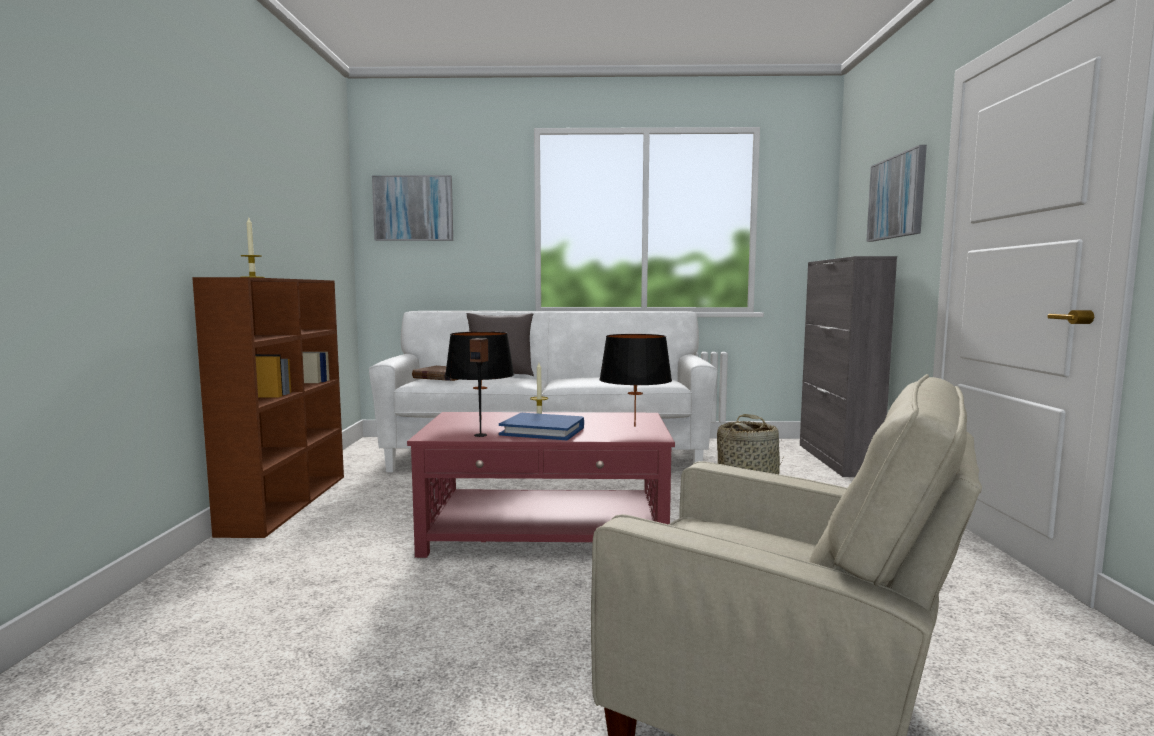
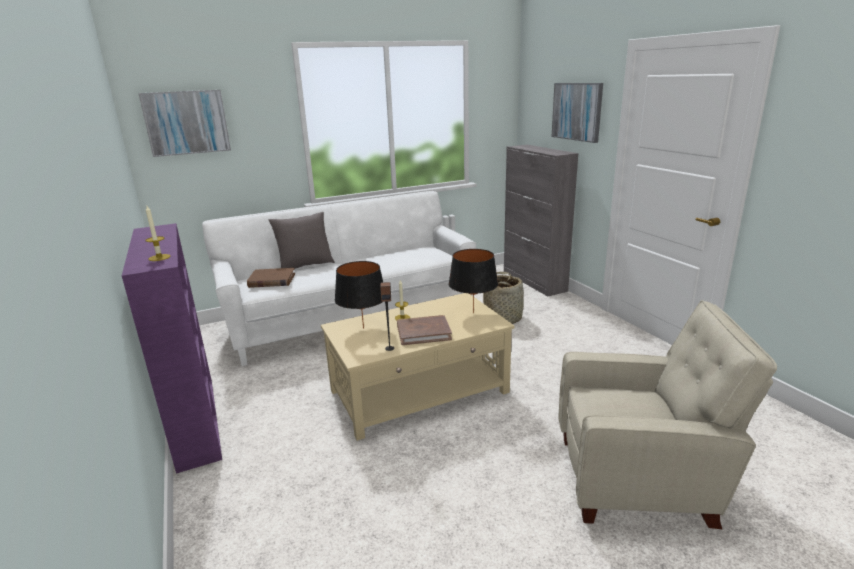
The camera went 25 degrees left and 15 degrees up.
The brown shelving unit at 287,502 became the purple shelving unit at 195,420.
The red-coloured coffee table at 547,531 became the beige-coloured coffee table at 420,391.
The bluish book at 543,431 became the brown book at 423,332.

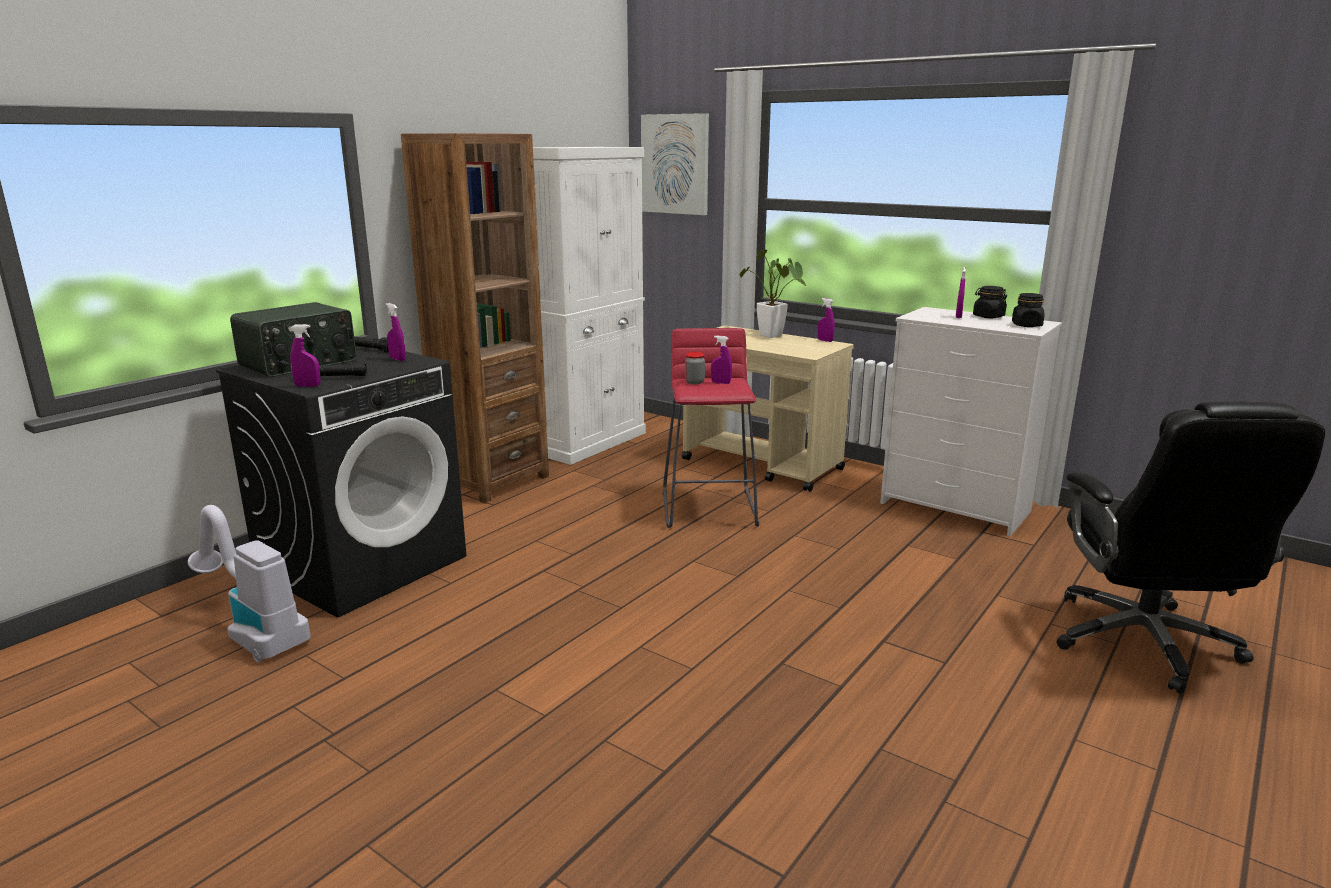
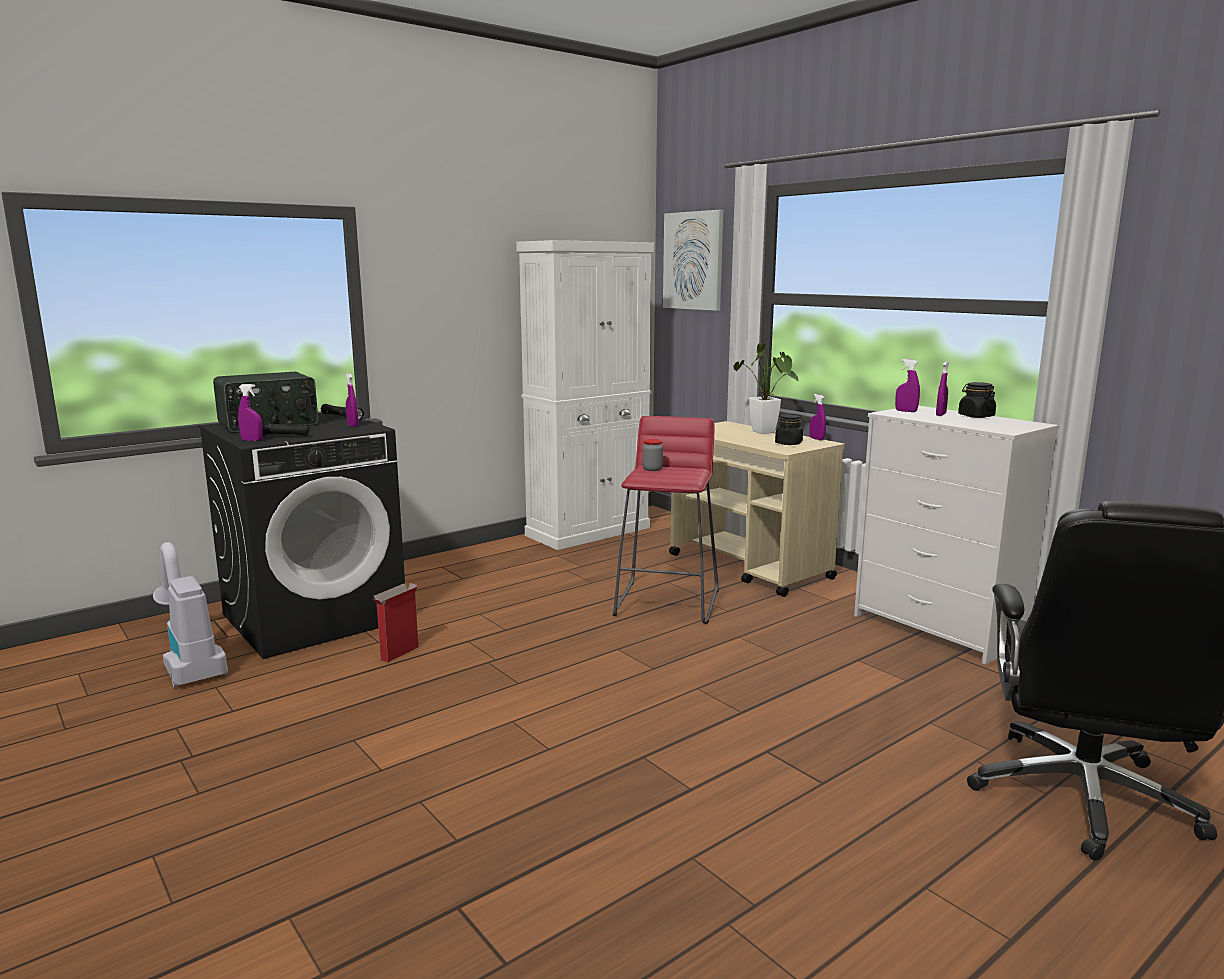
The camera went 15 degrees right and 5 degrees down.
The carton at 399,654 appeared.
The blackish storage jar moved from 1027,325 to 788,443.
The purple sprayer moved from 721,383 to 906,411.
The brown shelving unit at 492,481 disappeared.

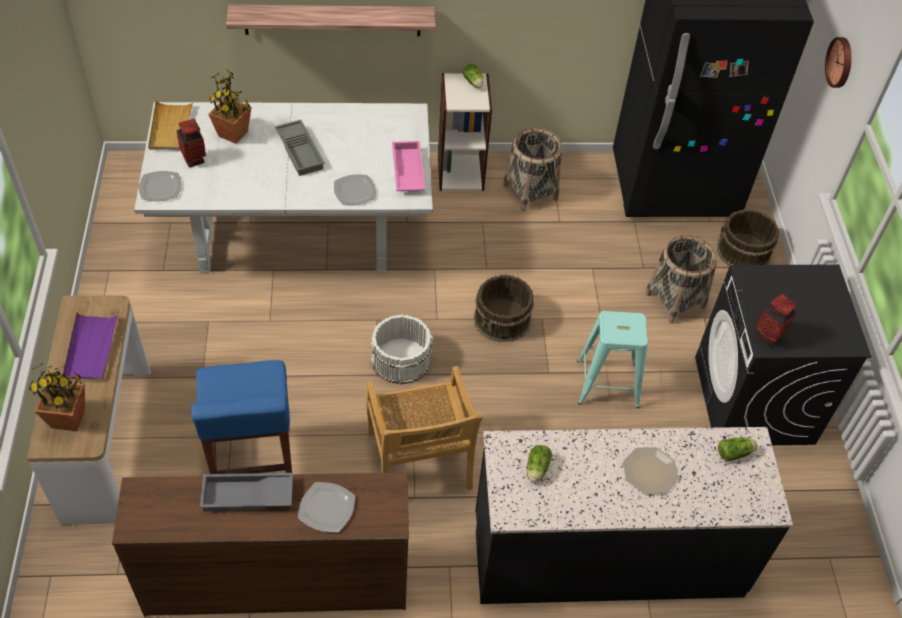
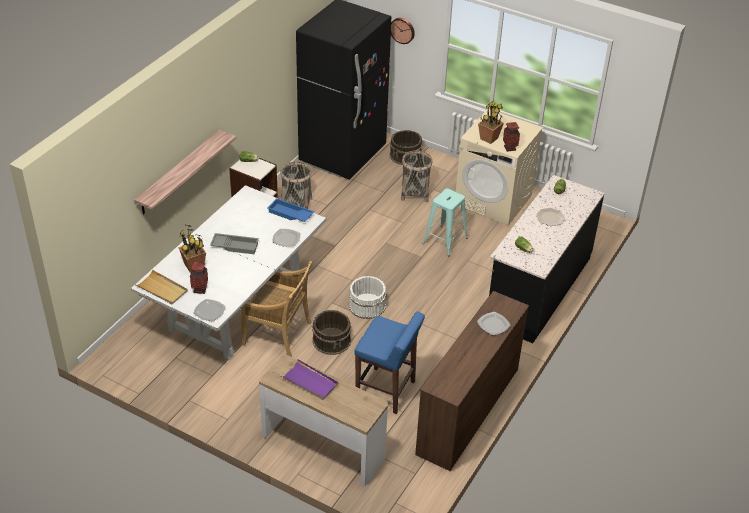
The camera went 55 degrees left and 10 degrees down.
The beige-coloured upright chair moved from 419,463 to 278,334.
The pink-coloured carrying tray at 407,171 became the bluish carrying tray at 290,214.
The brown bucket moved from 502,319 to 332,340.
The blackish washing machine at 754,400 became the beige-coloured washing machine at 493,200.
The potted plant moved from 68,418 to 488,138.
The grey carrying tray at 247,497 disappeared.

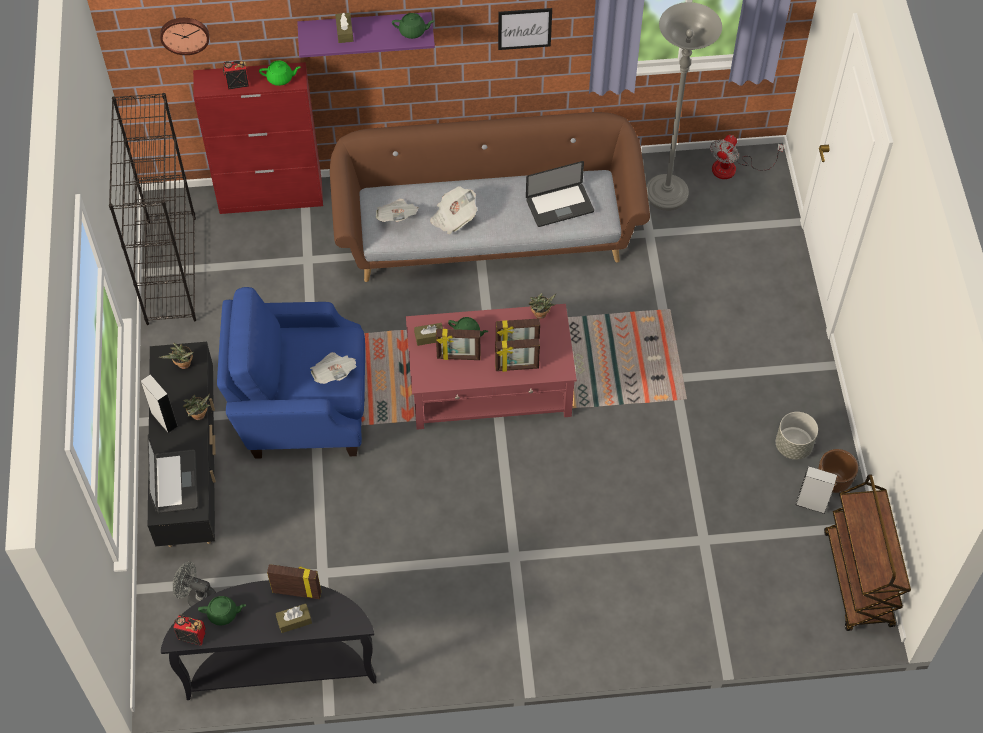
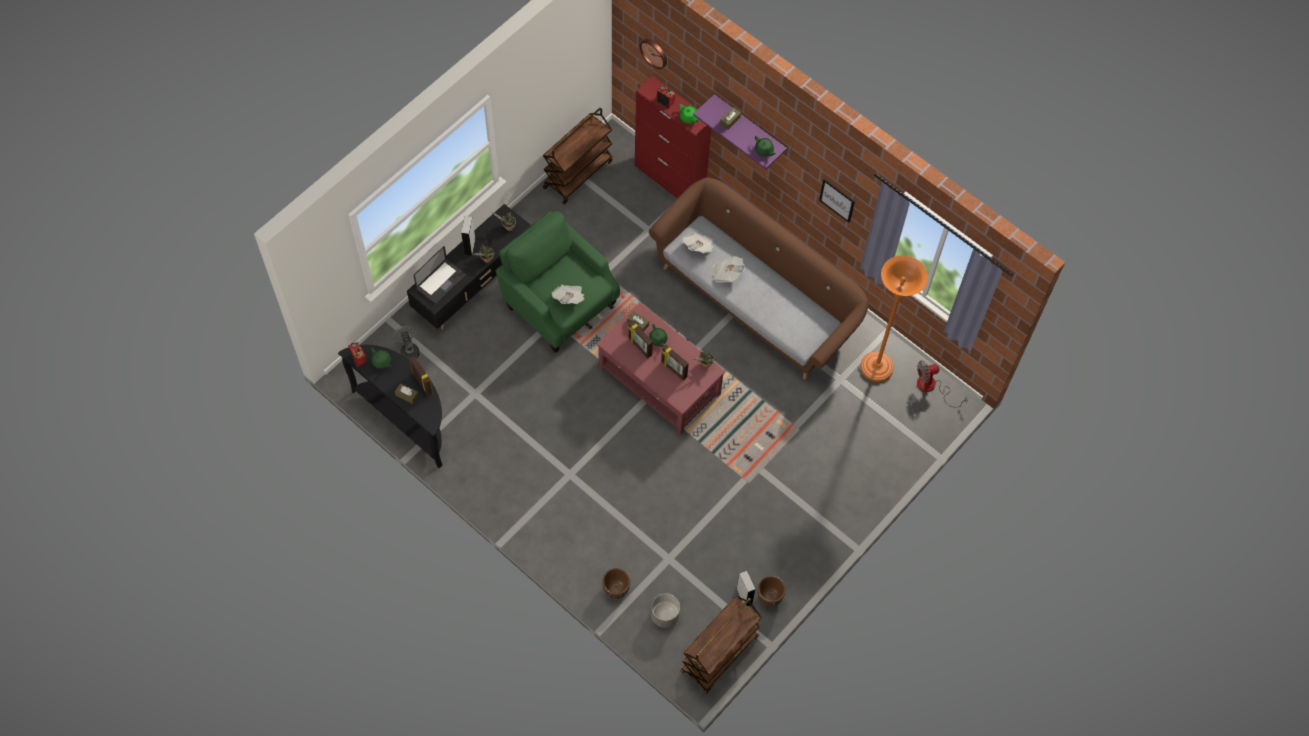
The camera went 45 degrees right and 5 degrees up.
The bluish easy chair at 302,406 became the green-coloured easy chair at 559,303.
The blackish shelving unit at 170,269 was replaced by the brown cart at 578,173.
The brown planter at 616,590 appeared.
The grey planter moved from 793,446 to 665,615.
The grey standing lamp at 666,194 became the orangey standing lamp at 876,367.
The photo frame at 517,367 disappeared.
The laptop at 559,206 disappeared.

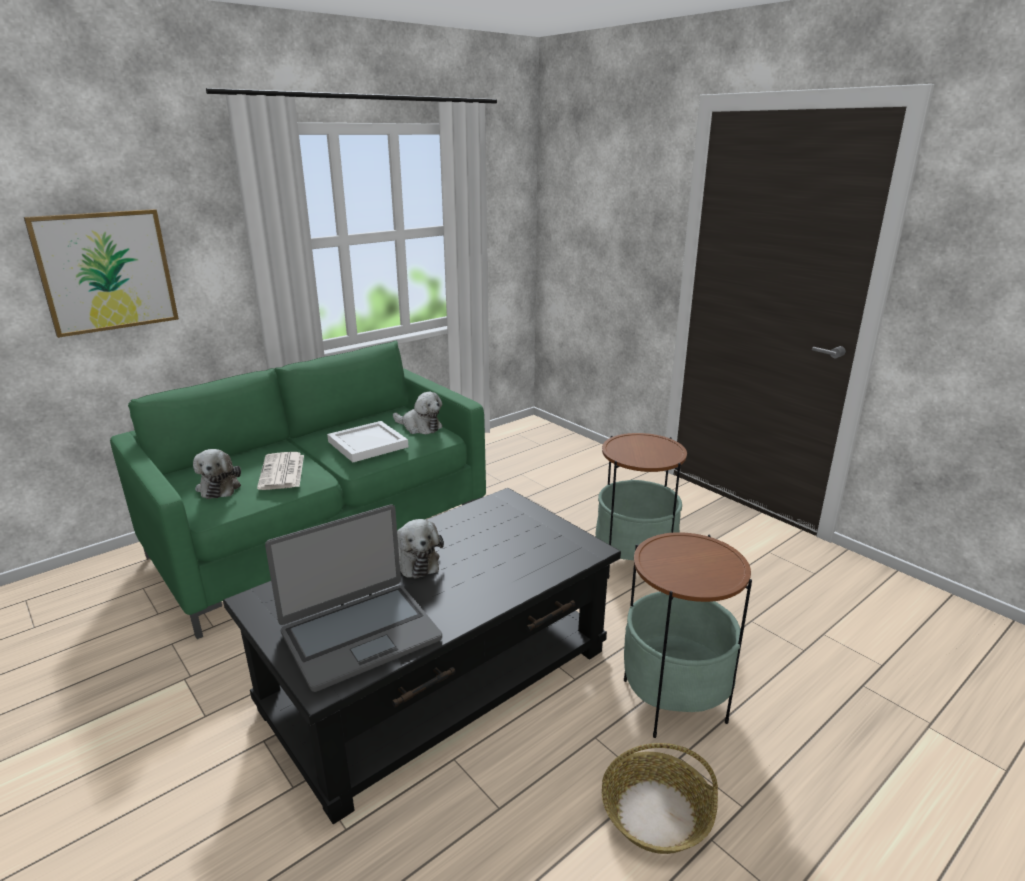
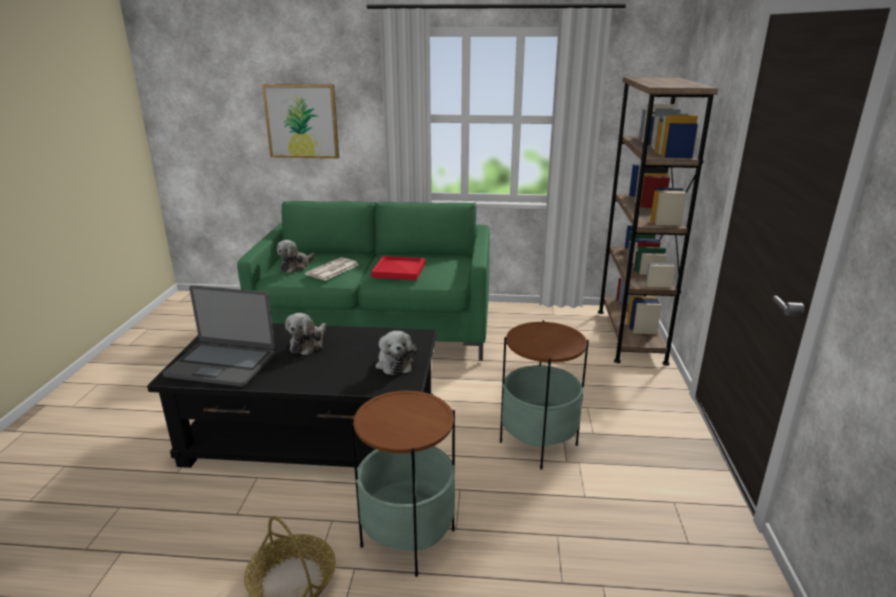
The camera went 45 degrees right and 0 degrees up.
The white-coloured carrying tray at 367,445 became the red-coloured carrying tray at 398,270.
The plush toy moved from 419,427 to 394,363.
The brown shelving unit at 630,336 appeared.

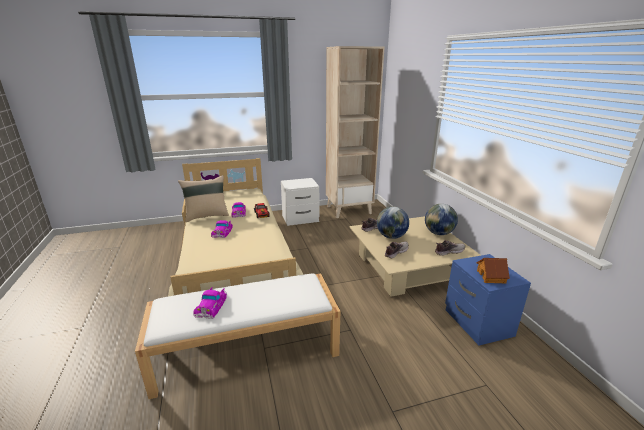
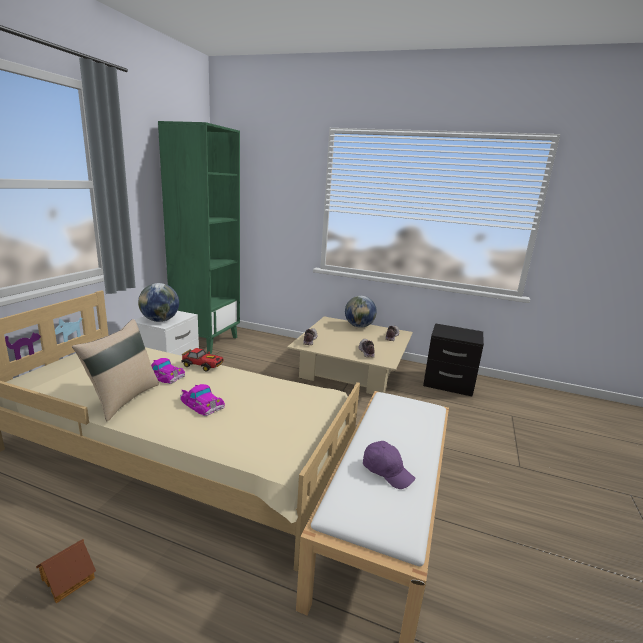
The camera went 55 degrees left and 5 degrees down.
The miniature house moved from 491,276 to 68,578.
The globe moved from 391,237 to 160,320.
The beige-coloured shelving unit at 349,210 became the green-coloured shelving unit at 207,341.
The model car at 211,305 was replaced by the purple cap at 387,471.
The bluish bedside table at 477,323 became the blackish bedside table at 448,384.

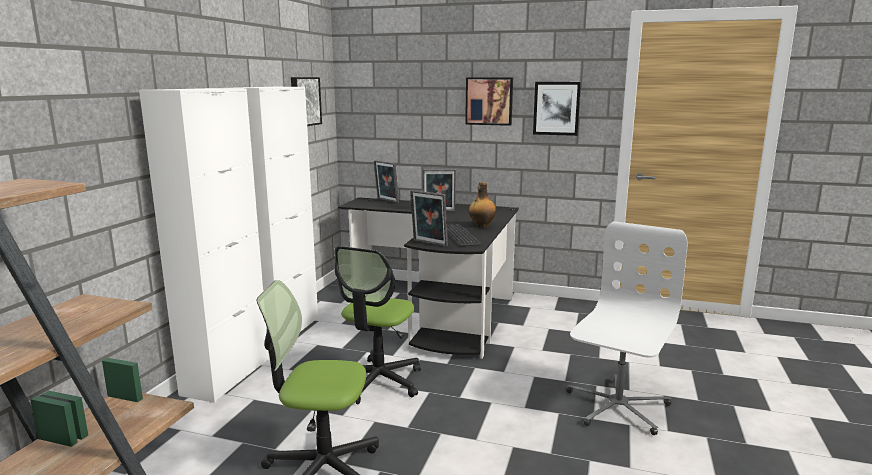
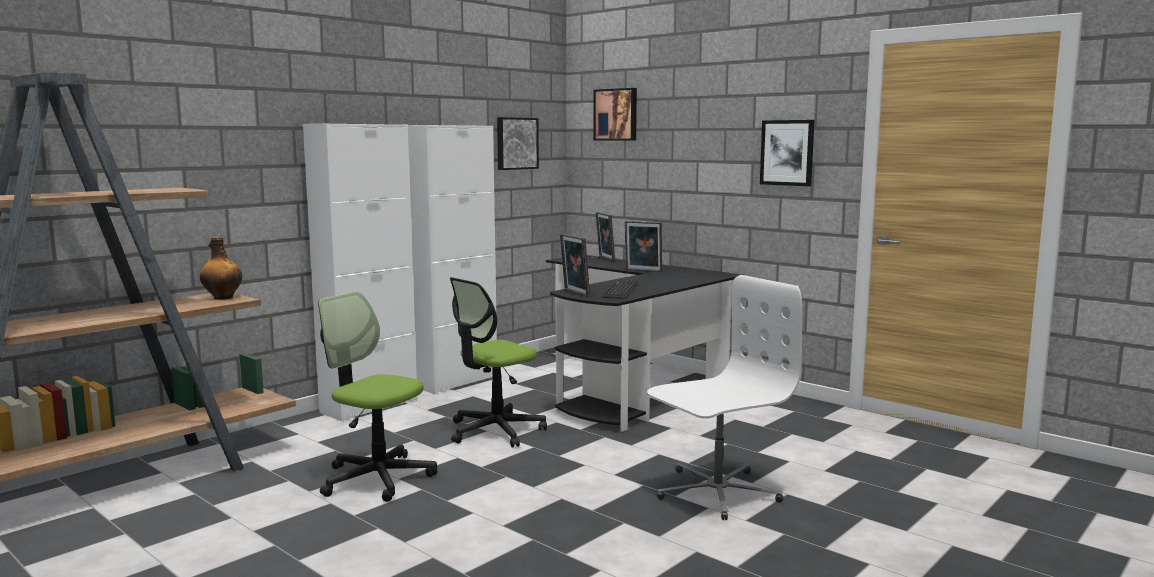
The camera went 25 degrees right and 5 degrees down.
The beverage bottle moved from 481,226 to 222,298.
The wall art moved from 489,101 to 616,114.

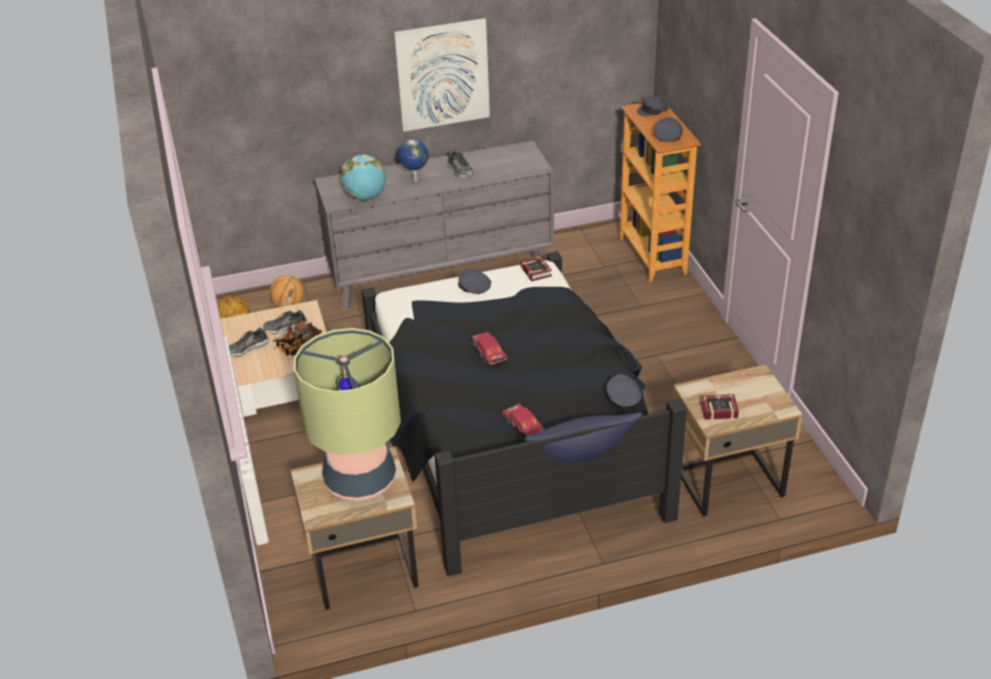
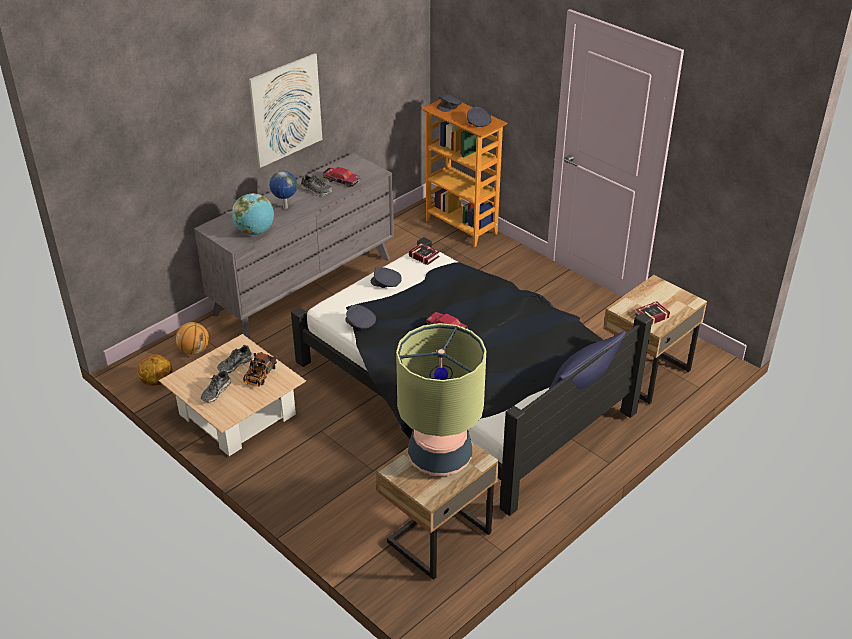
The camera went 30 degrees left and 0 degrees up.
The model car moved from 524,427 to 341,180.
The grey cap moved from 622,397 to 360,322.

